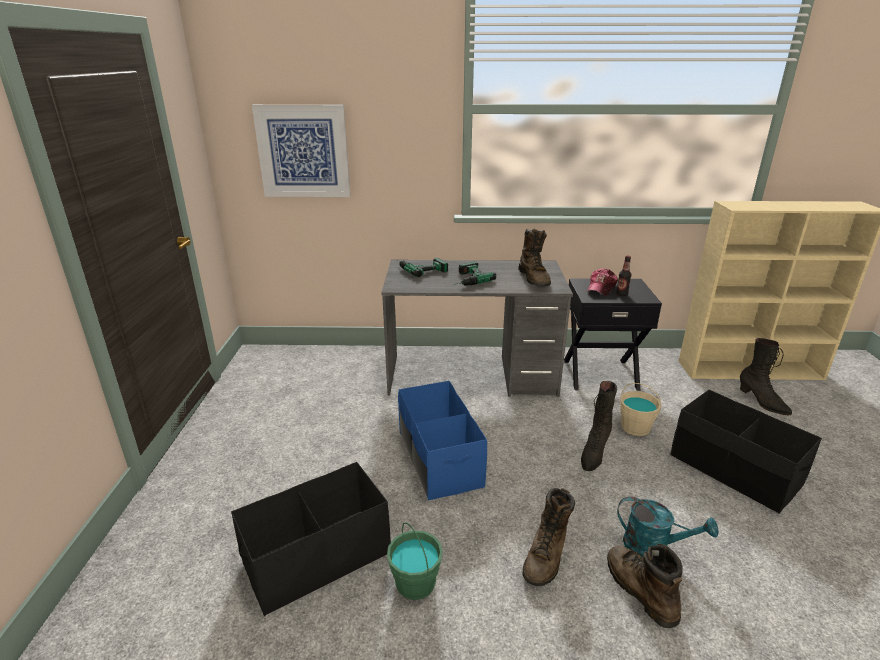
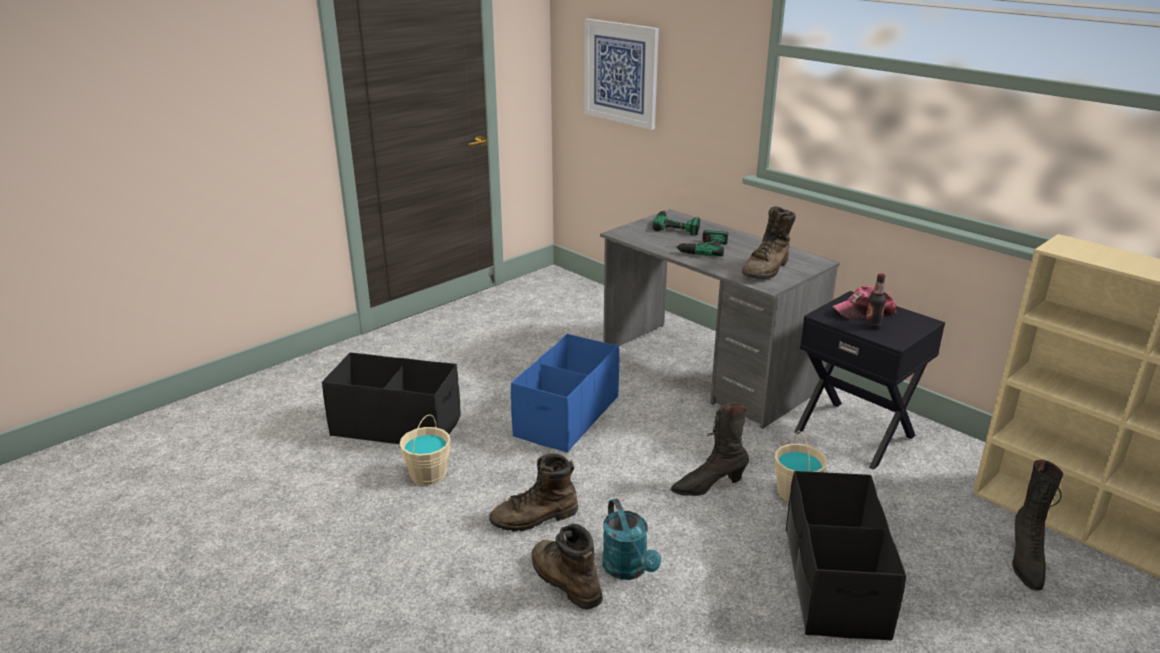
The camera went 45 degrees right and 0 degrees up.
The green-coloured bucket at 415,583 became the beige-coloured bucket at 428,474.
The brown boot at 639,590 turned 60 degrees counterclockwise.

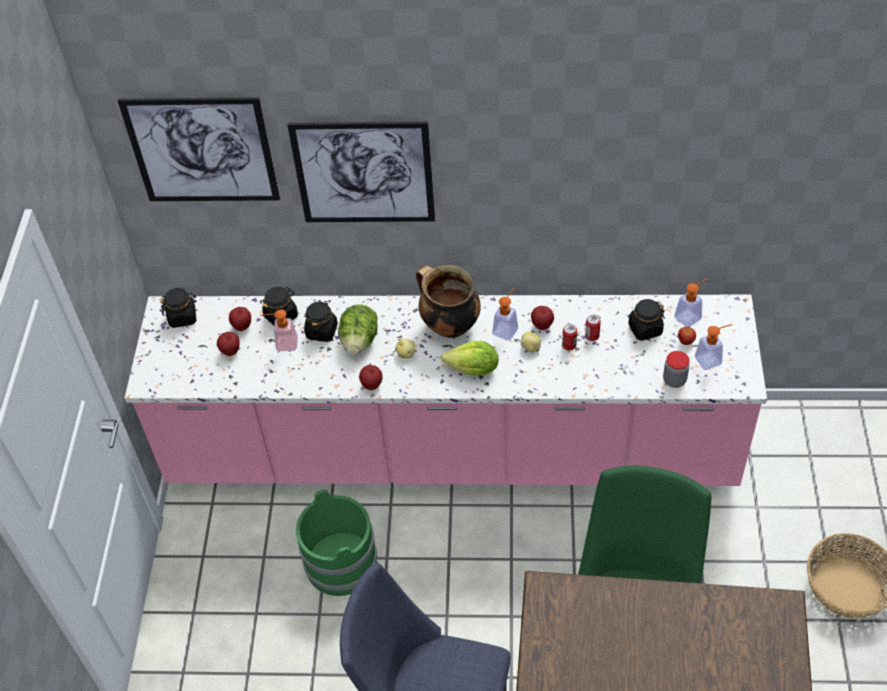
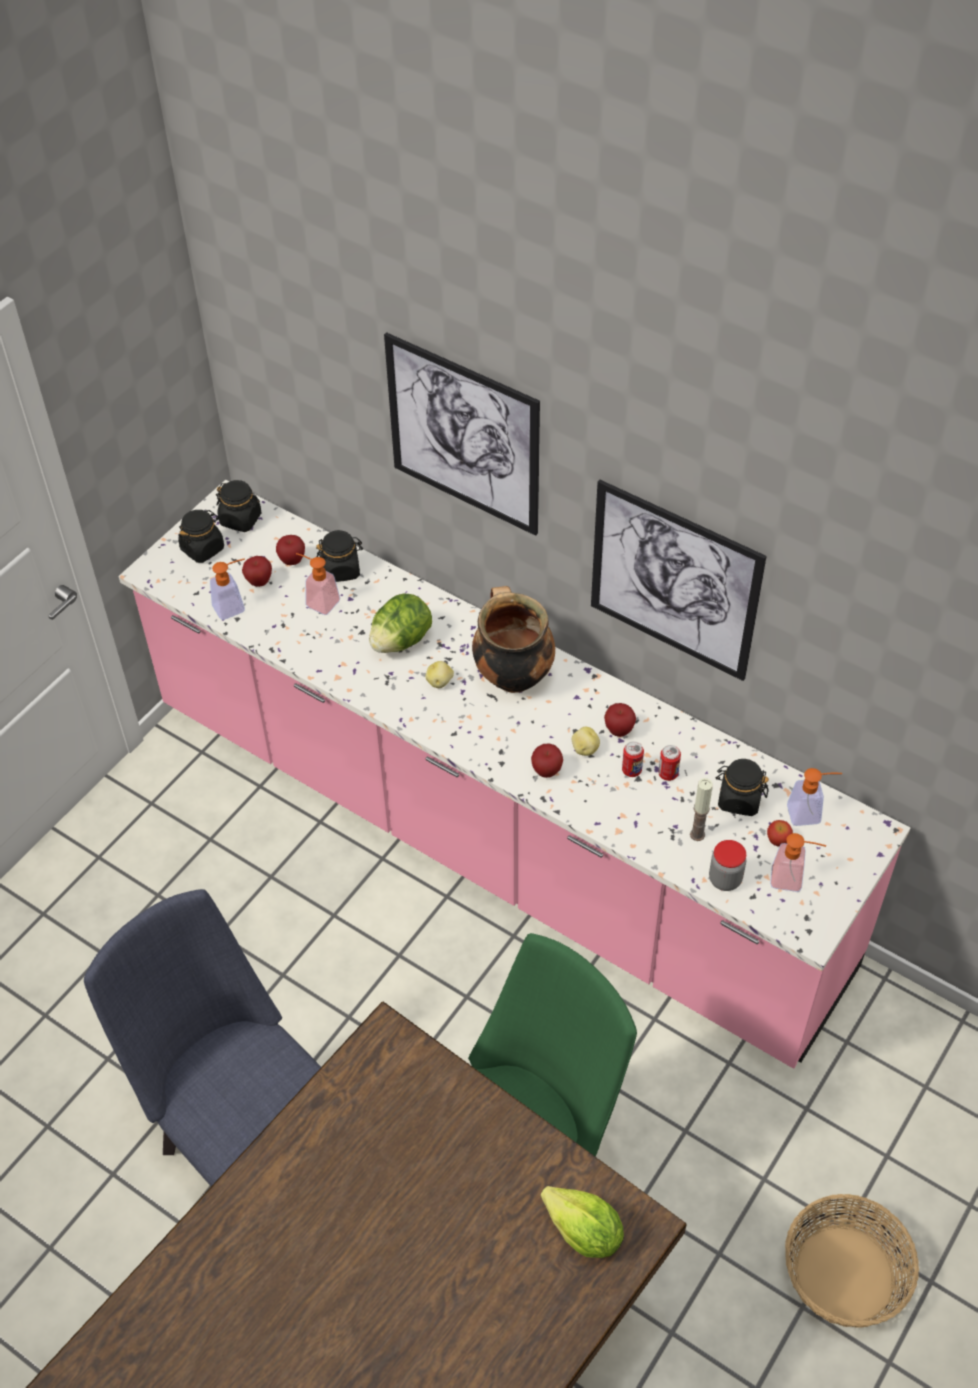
The camera went 30 degrees right and 0 degrees up.
The blackish storage jar moved from 322,331 to 203,549.
The soap dispenser moved from 507,328 to 234,606.
The apple fruit moved from 372,385 to 546,771.
The lettuce moved from 473,370 to 584,1233.
The wall art moved from 202,150 to 674,581.
The wax light at 697,834 appeared.
The green-coloured bucket at 340,563 disappeared.

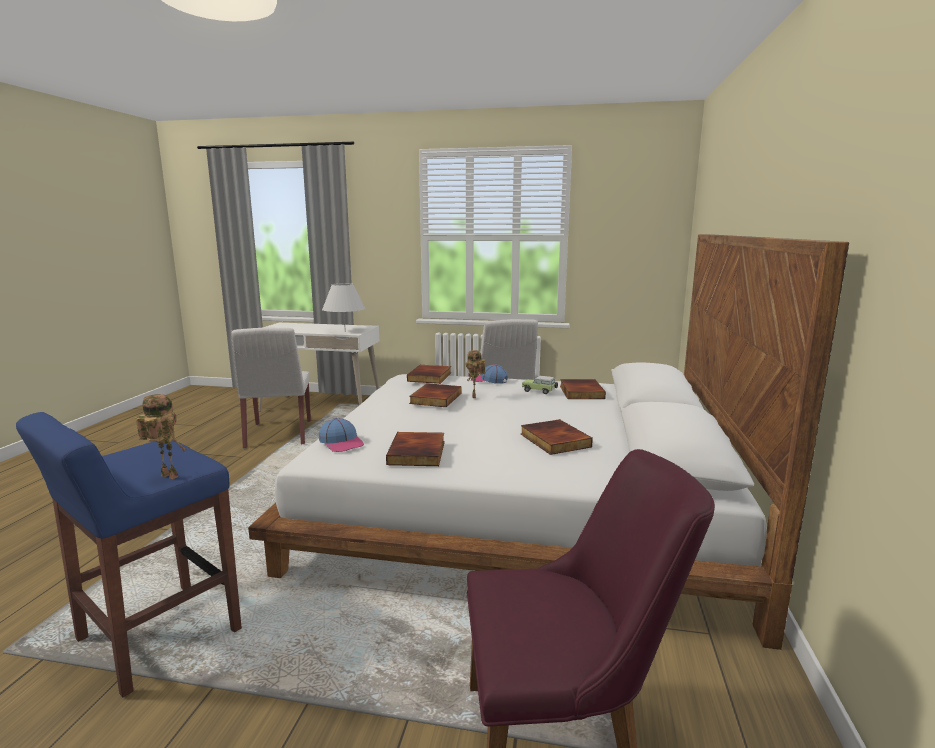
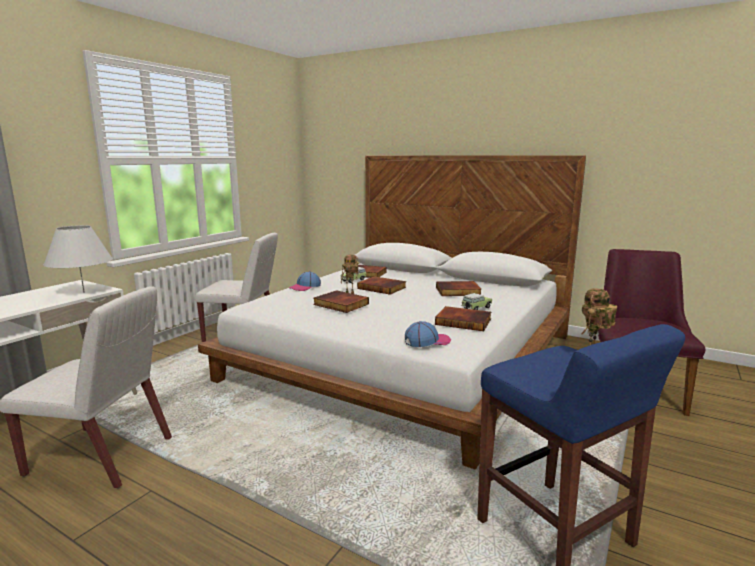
The camera went 70 degrees left and 0 degrees up.
The book moved from 430,377 to 382,288.
The model car at 475,308 appeared.

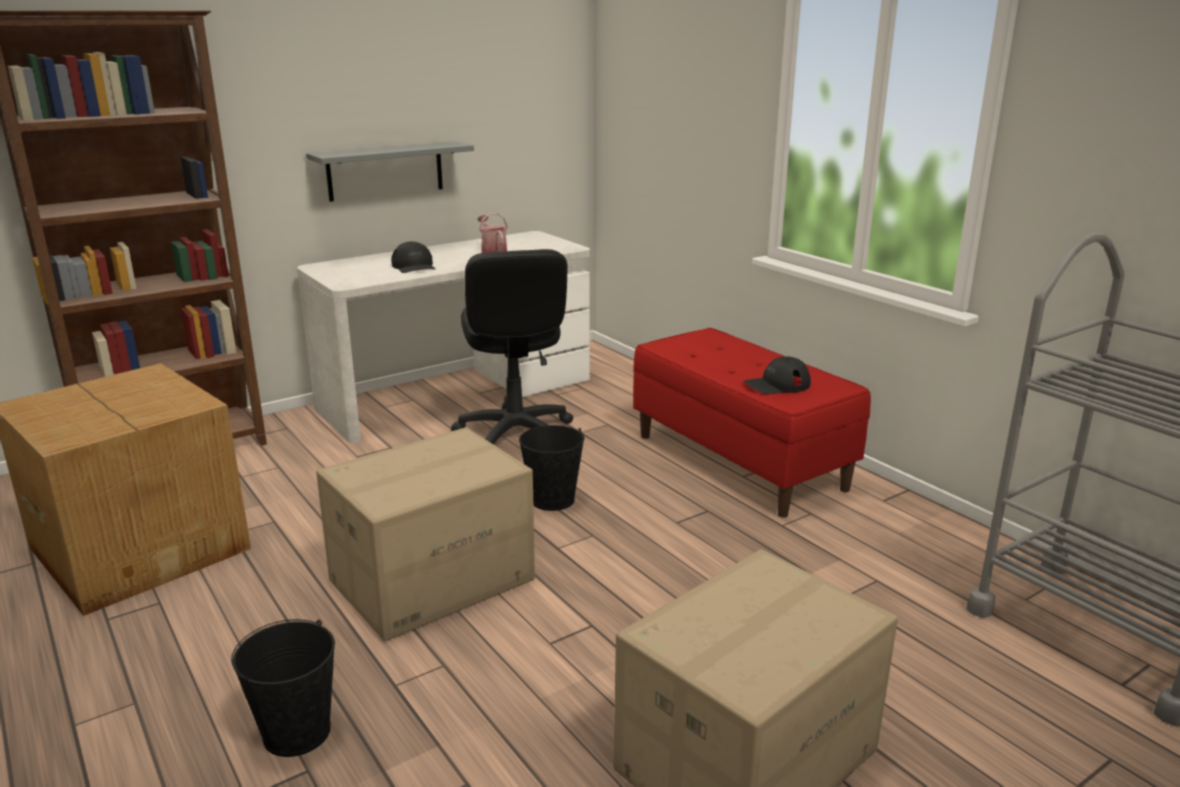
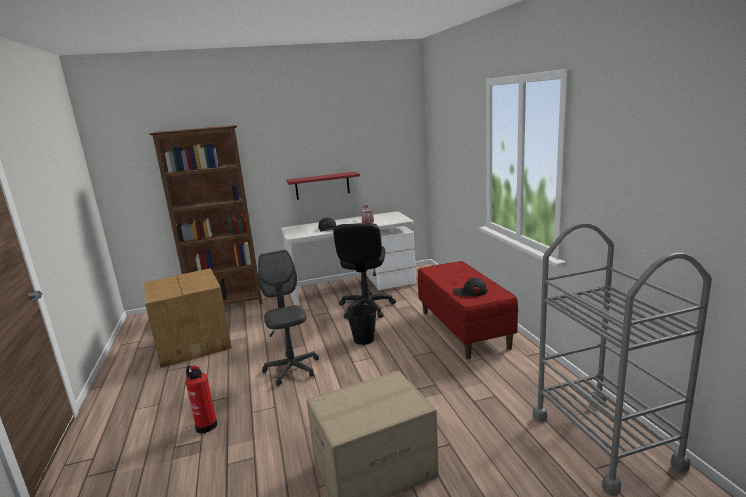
The camera went 20 degrees right and 5 degrees down.
The blackish bucket at 297,732 was replaced by the fire extinguisher at 206,425.
The carton at 432,579 was replaced by the grey desk chair at 292,369.
The grey bracket shelf at 385,171 became the red-coloured bracket shelf at 322,186.

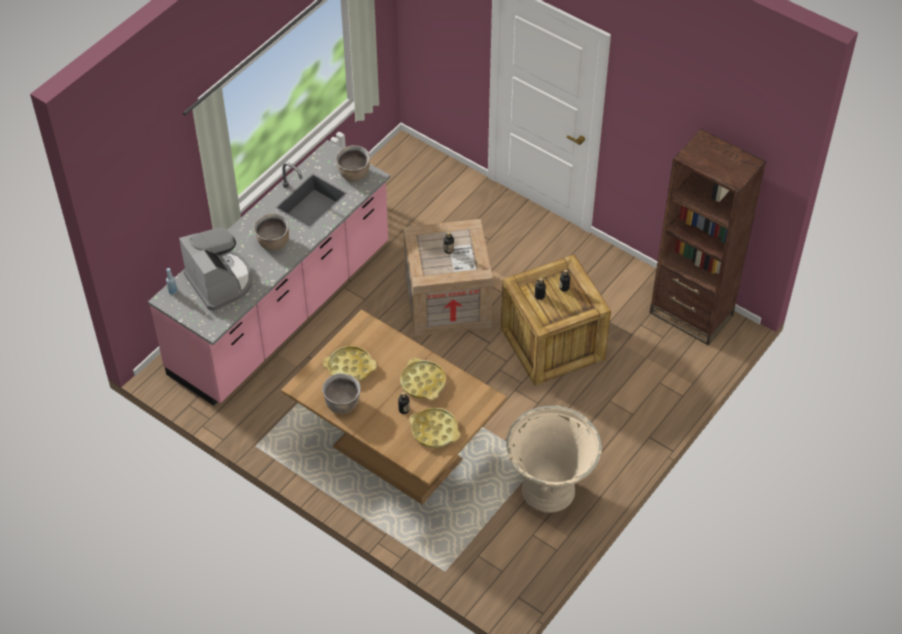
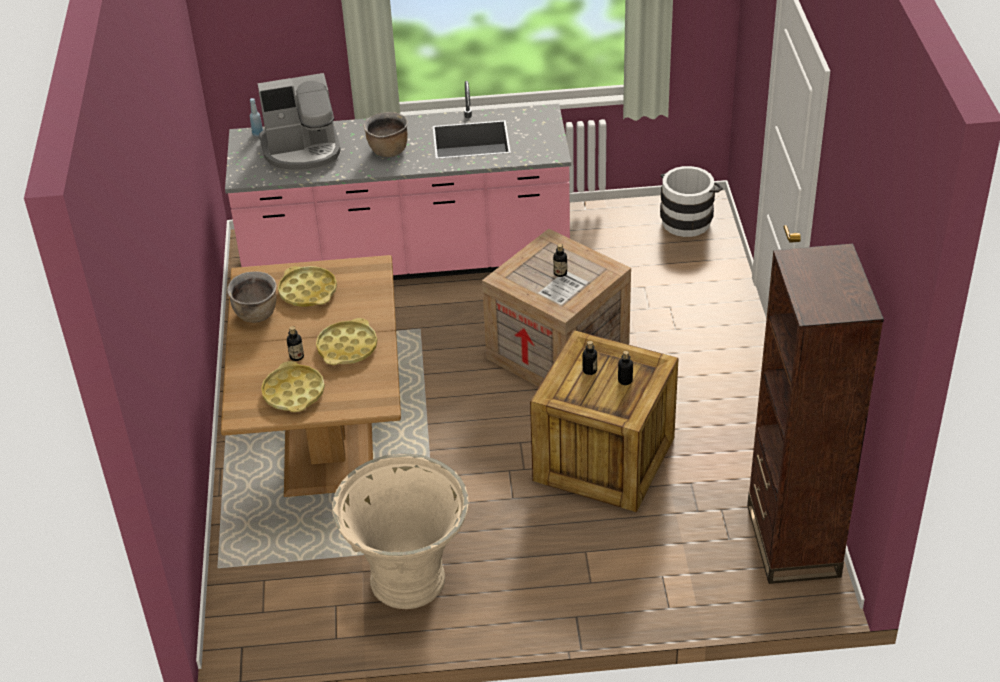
The camera went 50 degrees right and 10 degrees down.
The coffee maker at 220,281 turned 60 degrees clockwise.
The white-coloured bucket at 688,219 appeared.
The brown stockpot at 354,175 disappeared.

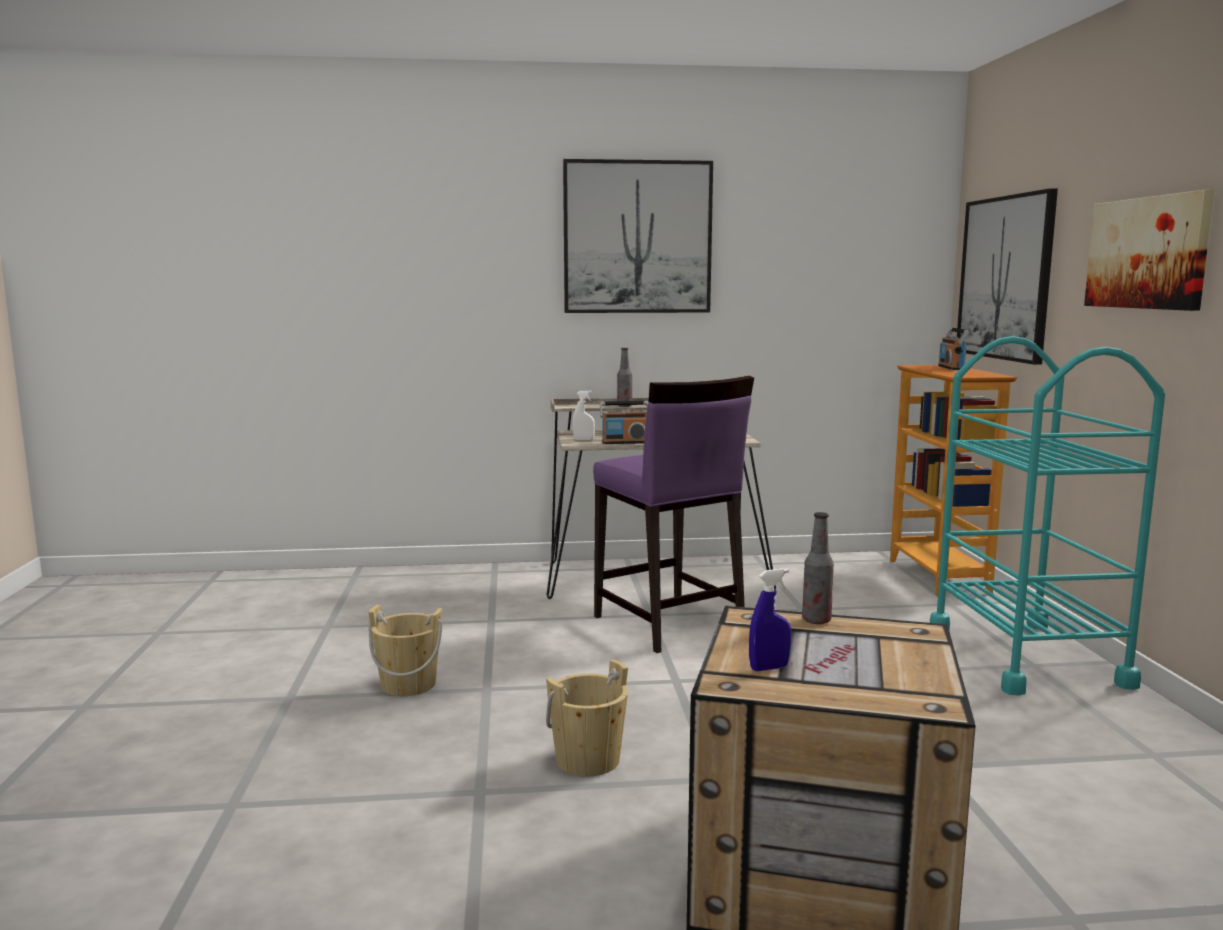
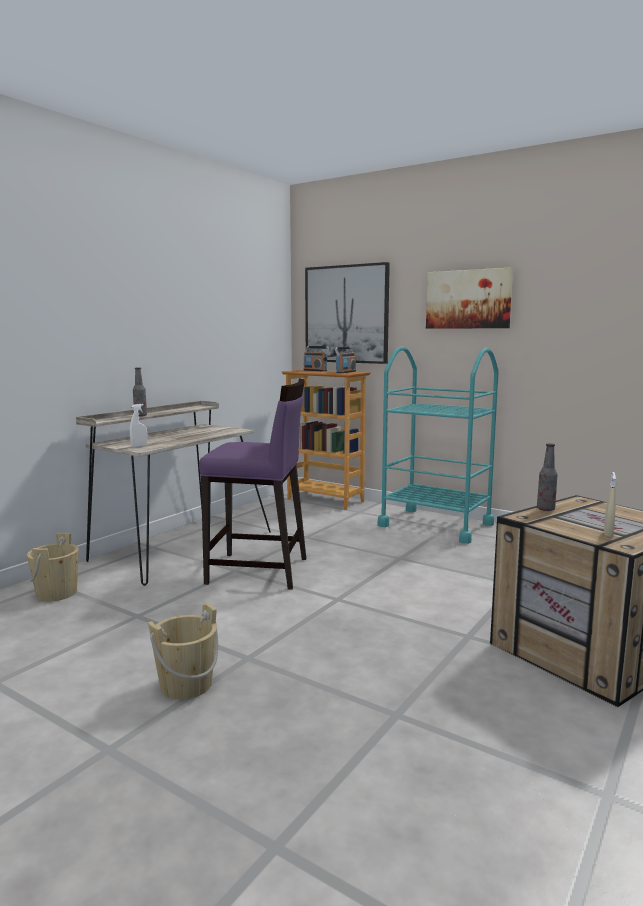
The camera went 50 degrees left and 0 degrees up.
The beige-coloured bucket moved from 588,760 to 56,593.
The radio moved from 624,442 to 345,372.
The bluish sprayer at 769,668 became the beige-coloured sprayer at 608,534.
The wall art at 637,237 disappeared.

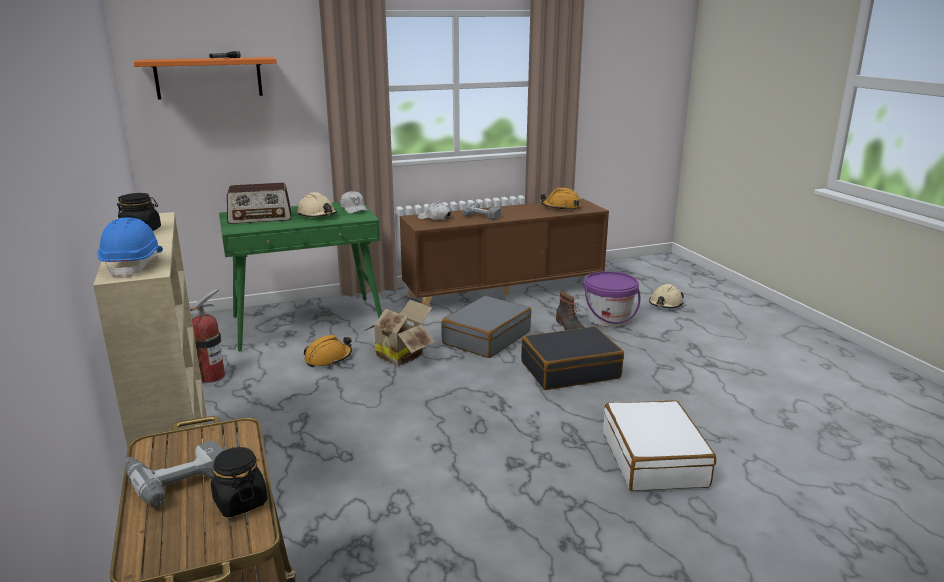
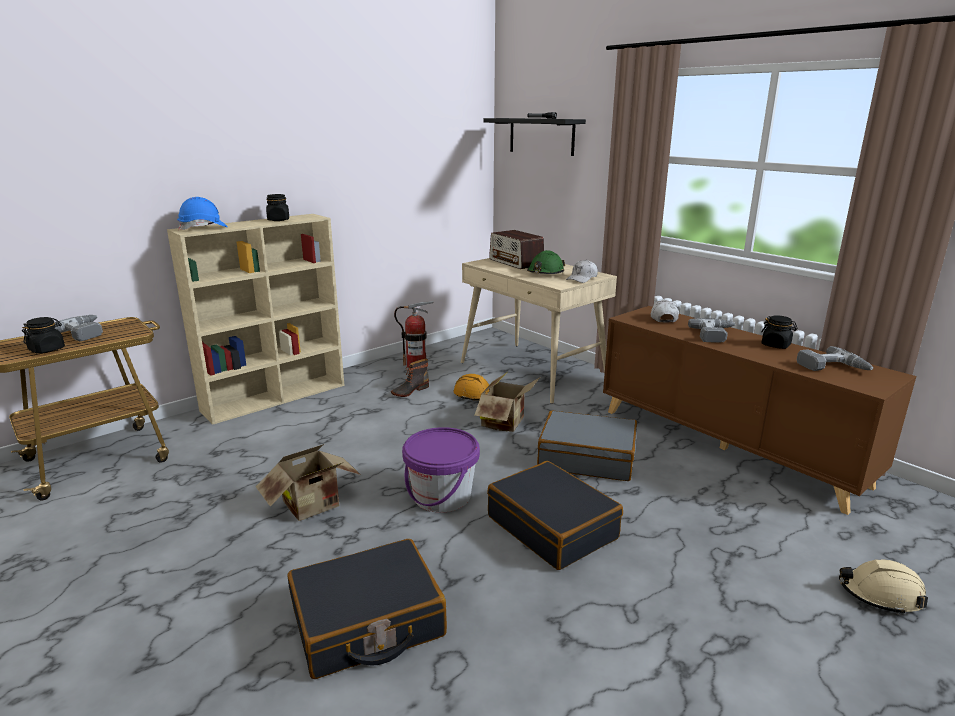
The camera went 70 degrees right and 0 degrees up.
The carton at 314,507 appeared.
The white-coloured travel case at 654,459 became the blackish travel case at 367,623.
The boot moved from 569,326 to 409,391.
The purple bucket moved from 608,319 to 442,496.
The green-coloured desk table at 308,323 became the beige-coloured desk table at 533,371.
The orangey bracket shelf at 208,78 became the blackish bracket shelf at 541,136.
The beige-coloured hard hat at 317,215 became the green-coloured hard hat at 545,273.
The blackish storage jar at 776,345 appeared.
The orangey hard hat at 561,207 was replaced by the electric drill at 833,368.

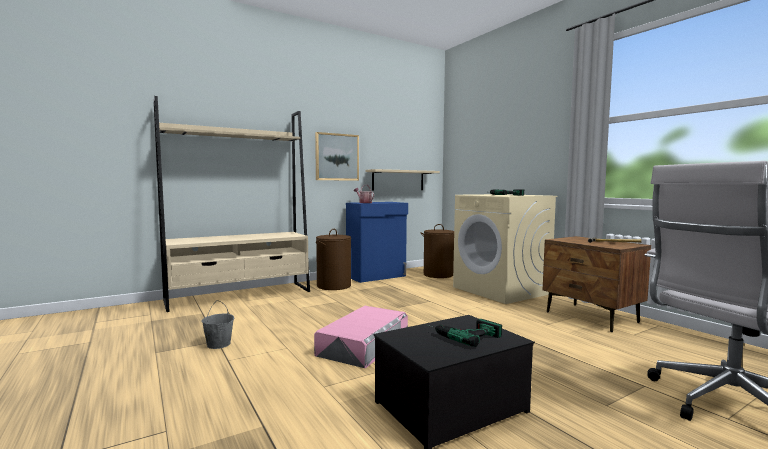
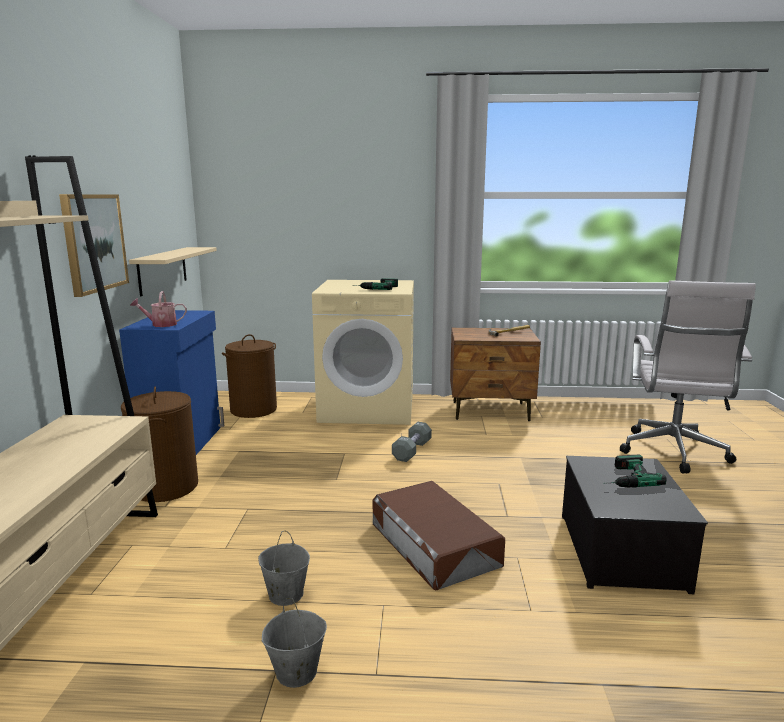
The camera went 55 degrees left and 10 degrees up.
The grey bucket at 285,594 appeared.
The pink-coloured storage box at 364,344 became the brown storage box at 434,544.
The grey hand weight at 412,451 appeared.

